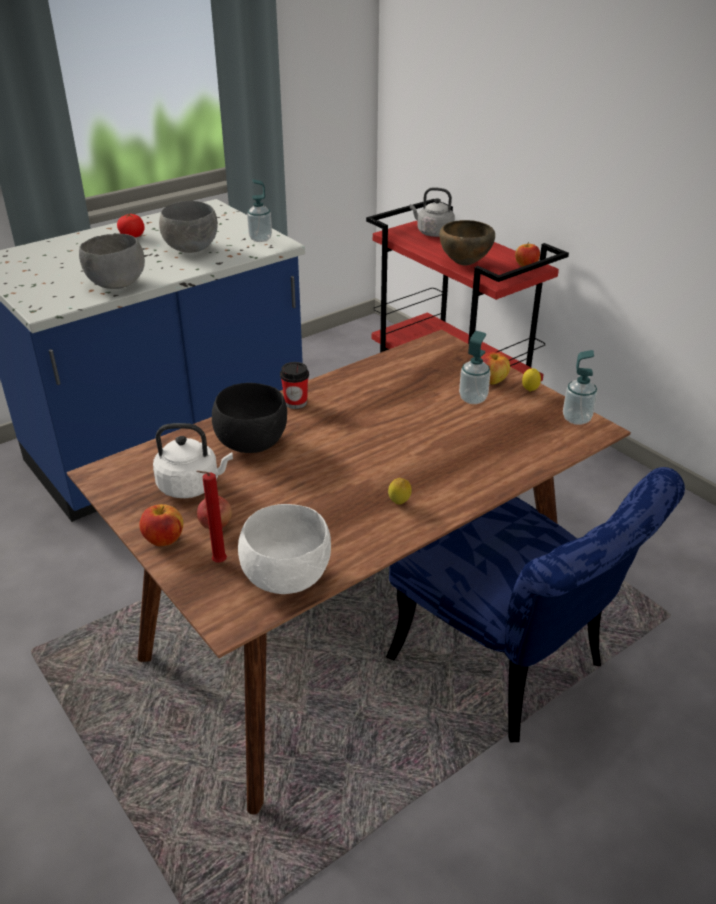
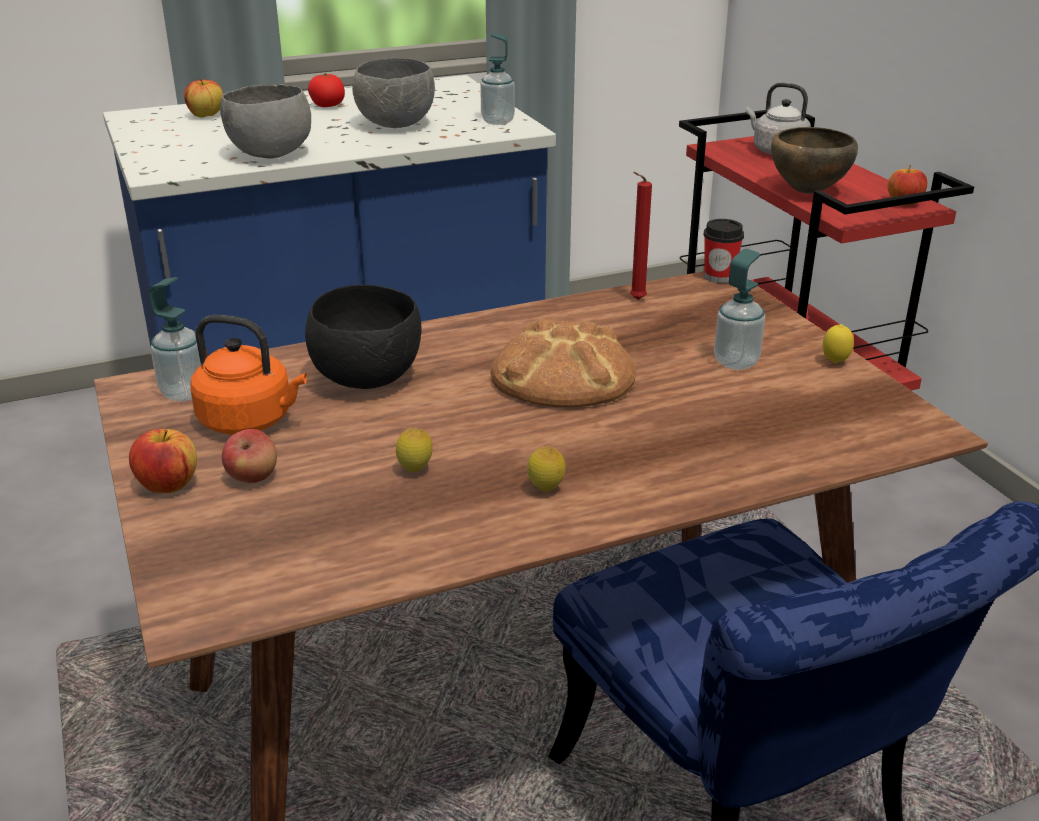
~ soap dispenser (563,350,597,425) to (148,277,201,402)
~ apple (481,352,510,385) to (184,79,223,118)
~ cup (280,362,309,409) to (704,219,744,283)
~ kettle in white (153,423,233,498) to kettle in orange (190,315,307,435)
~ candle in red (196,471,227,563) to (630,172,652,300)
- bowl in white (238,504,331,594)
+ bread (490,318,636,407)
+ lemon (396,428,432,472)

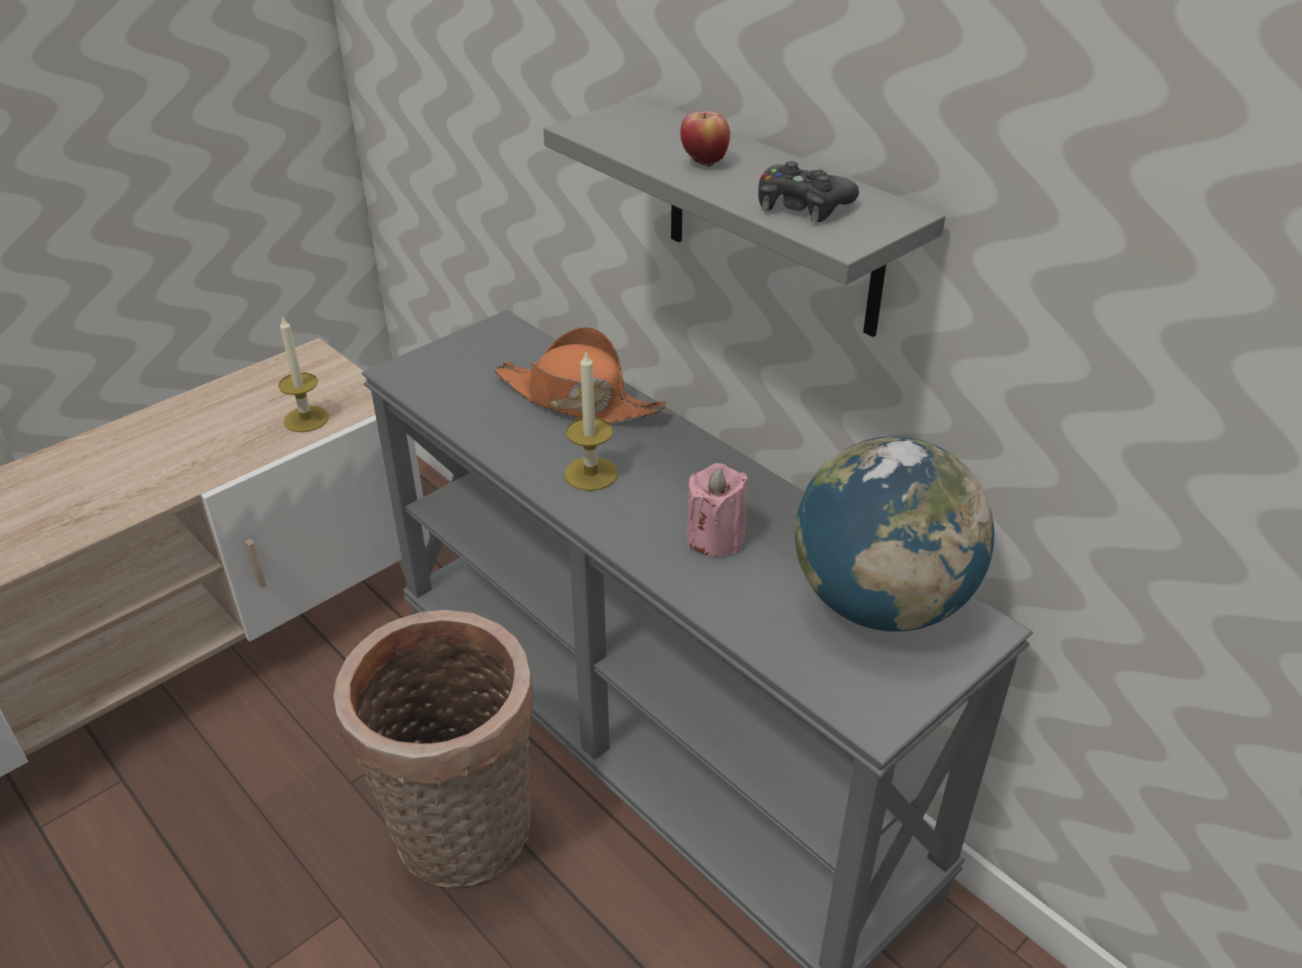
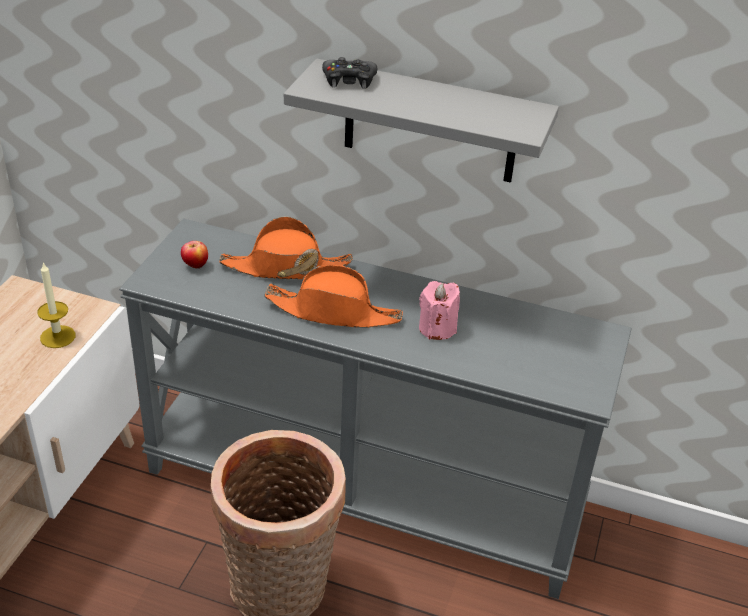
~ apple (680,111,730,167) to (181,241,208,268)
~ game controller in black (758,161,859,222) to (322,57,377,89)
~ candle (564,352,618,491) to hat in orange (264,265,403,328)
- globe (795,436,994,632)

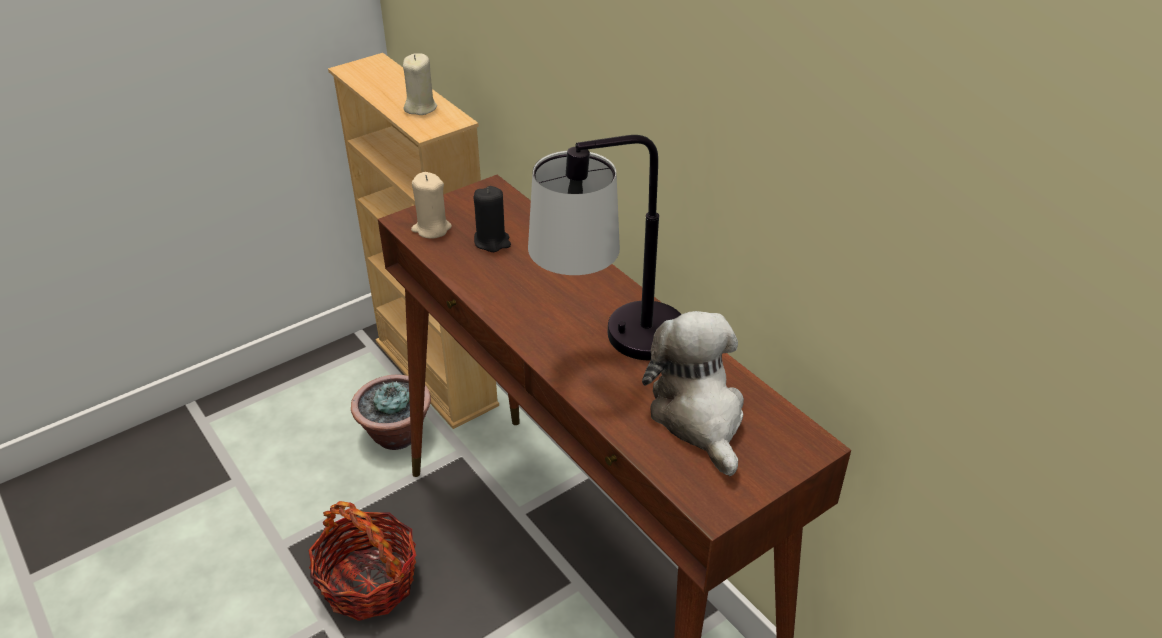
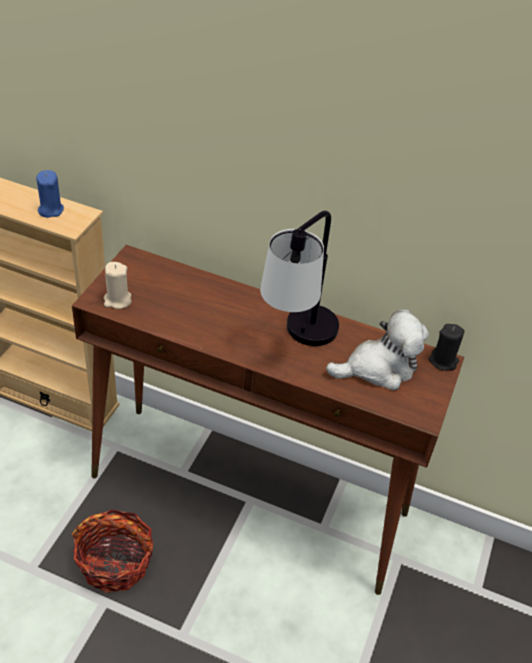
~ candle in beige (403,53,437,115) to candle in blue (36,170,64,218)
~ candle in black (474,186,511,252) to (429,324,464,370)
~ plush toy (642,311,744,476) = (326,309,429,390) 120 degrees clockwise
- potted plant (351,375,431,450)

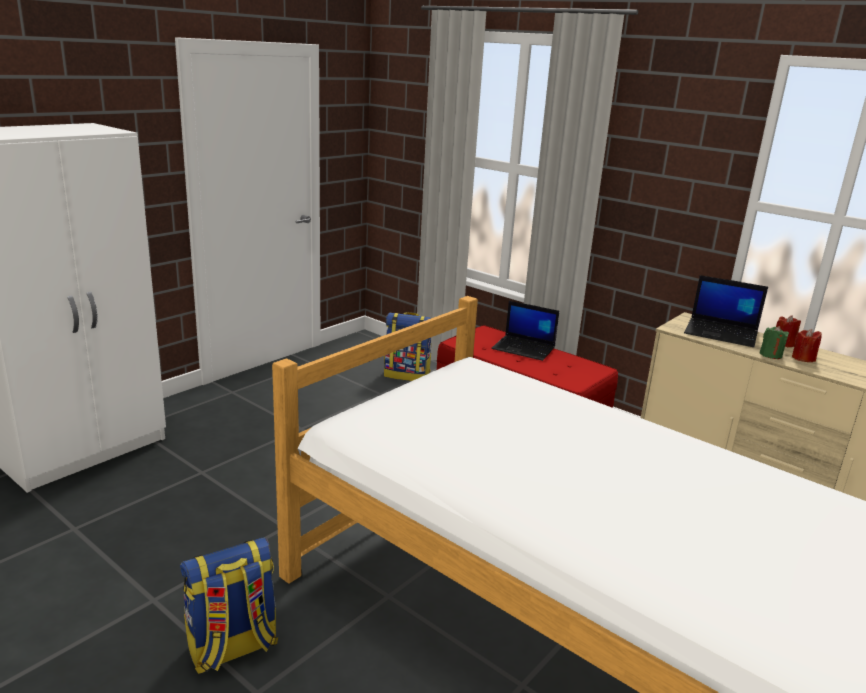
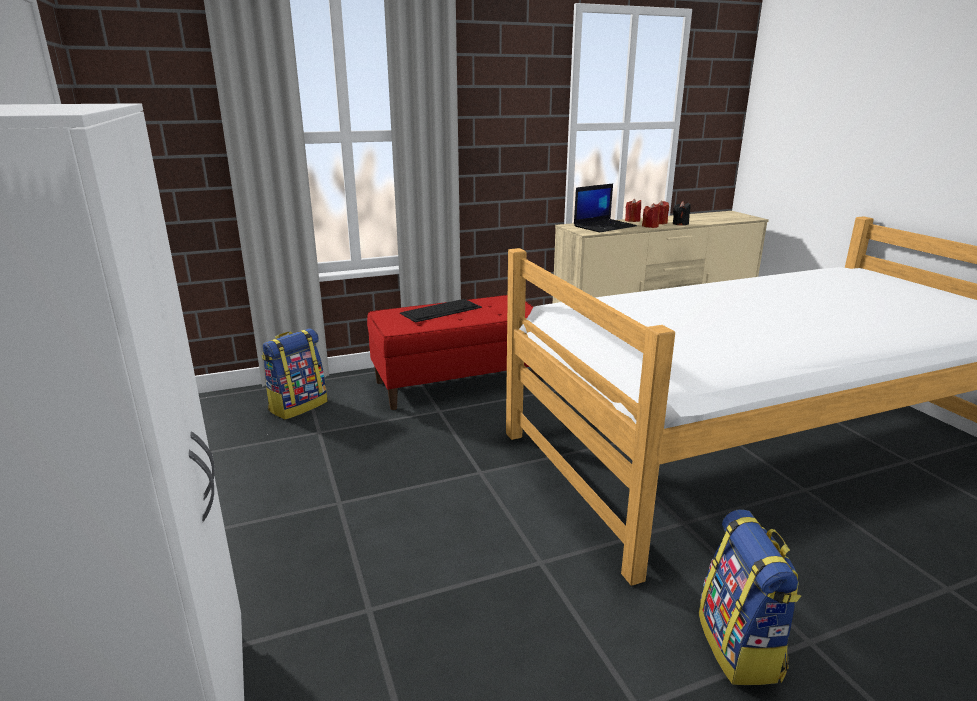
~ laptop (491,301,559,361) to keyboard (400,299,482,323)
~ candle in green (760,326,789,359) to candle in red (642,203,661,228)
+ candle in black (673,201,690,225)

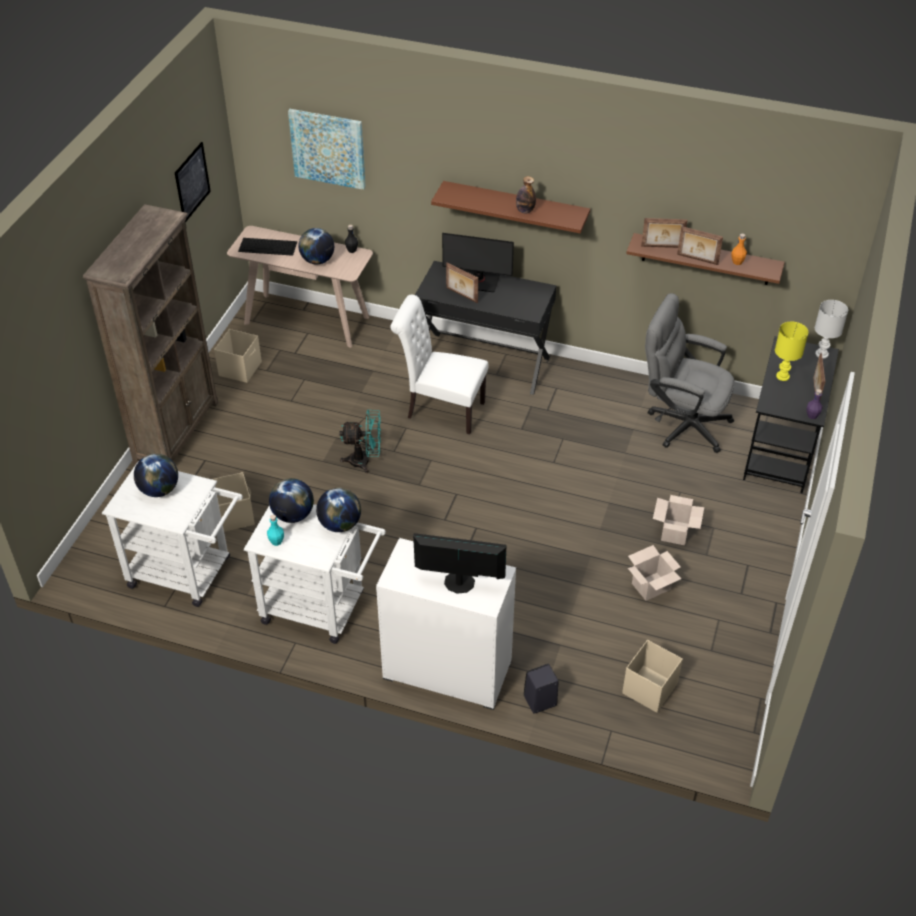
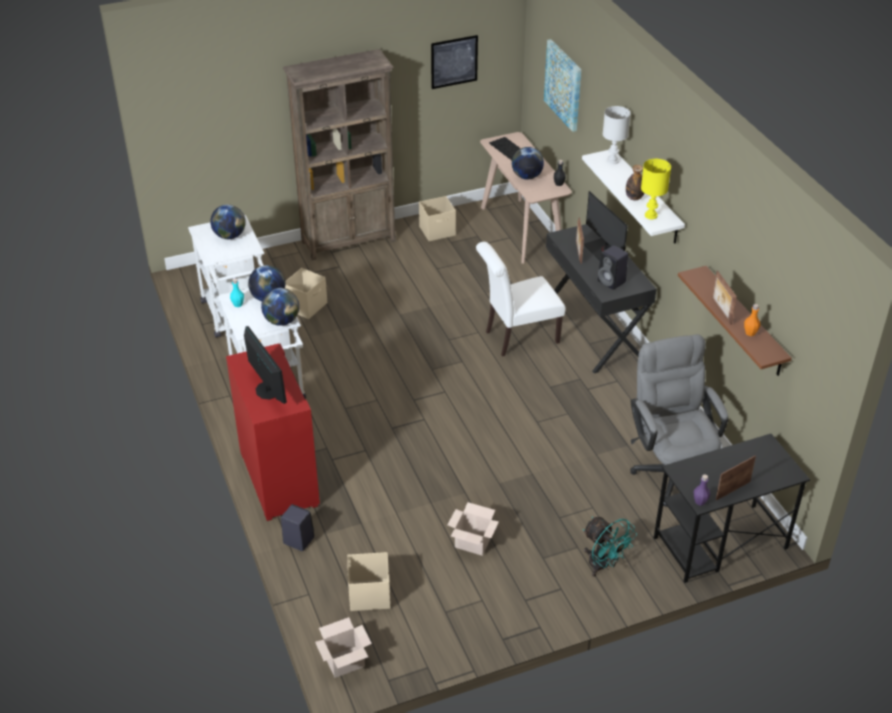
~ shelf in brown (431,181,590,234) to shelf in white (582,150,685,244)
- picture frame (641,218,688,248)
~ chair in white (390,295,488,434) = (476,242,565,357) 90 degrees counterclockwise
~ table lamp in white (815,300,848,359) to (603,106,631,164)
~ table lamp in yellow (775,321,808,381) to (641,159,671,219)
~ fan in turquoise (339,410,381,473) to (583,517,637,577)
~ cardboard box (653,495,704,545) to (315,617,372,678)
~ cabinet in white (376,538,516,710) to cabinet in red (226,344,320,521)
+ speaker in black (598,245,628,290)

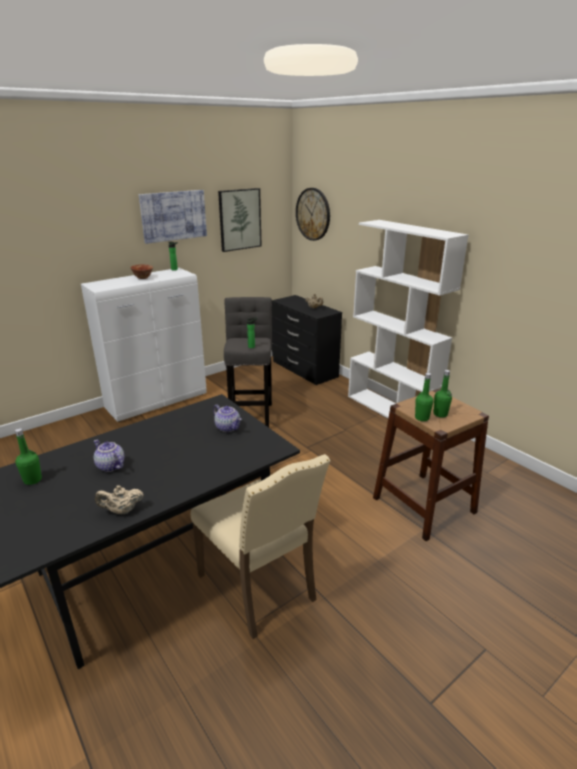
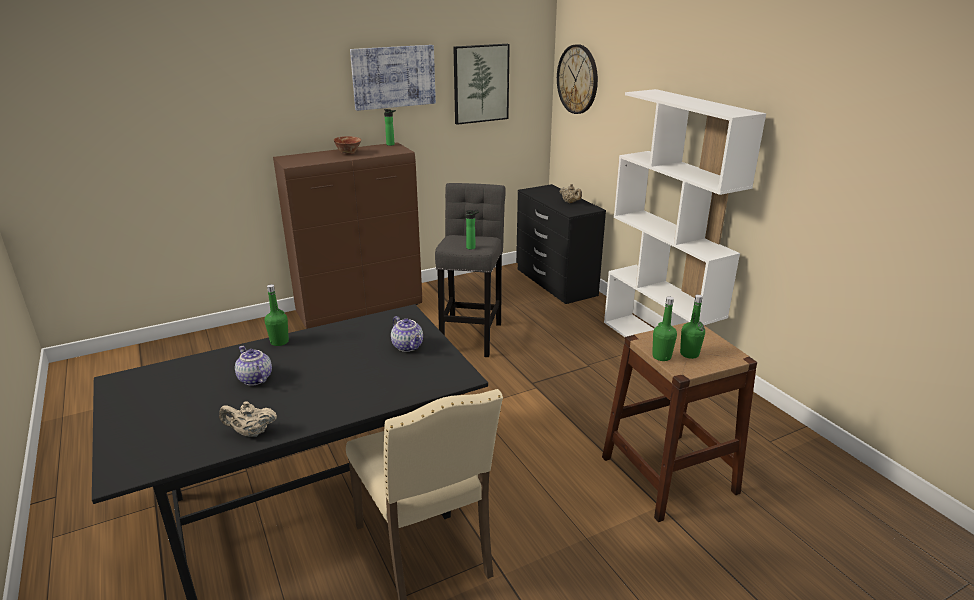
~ cabinet in white (81,268,206,422) to cabinet in brown (273,142,422,329)
~ bottle in green (15,428,42,485) to (264,284,289,346)

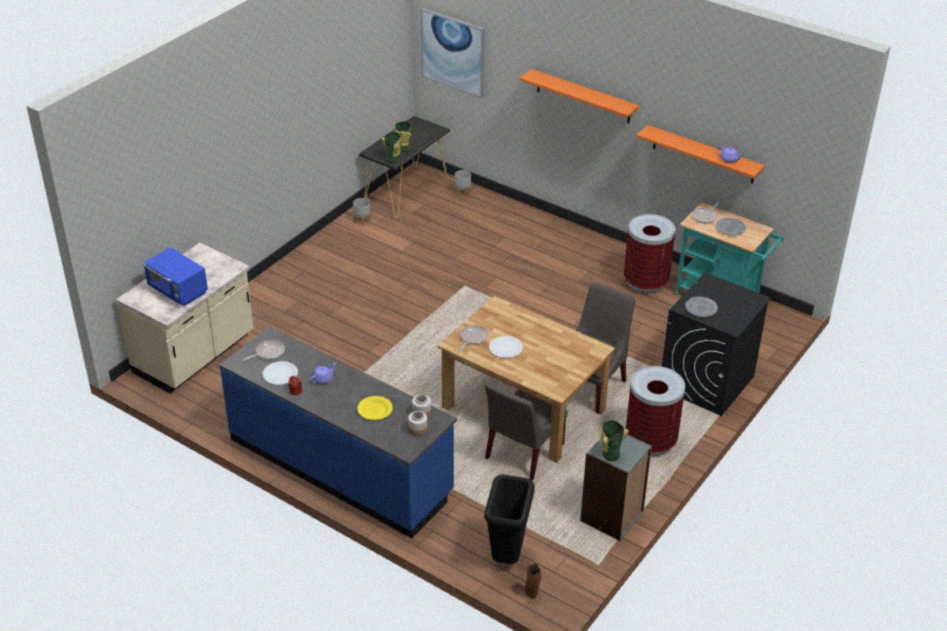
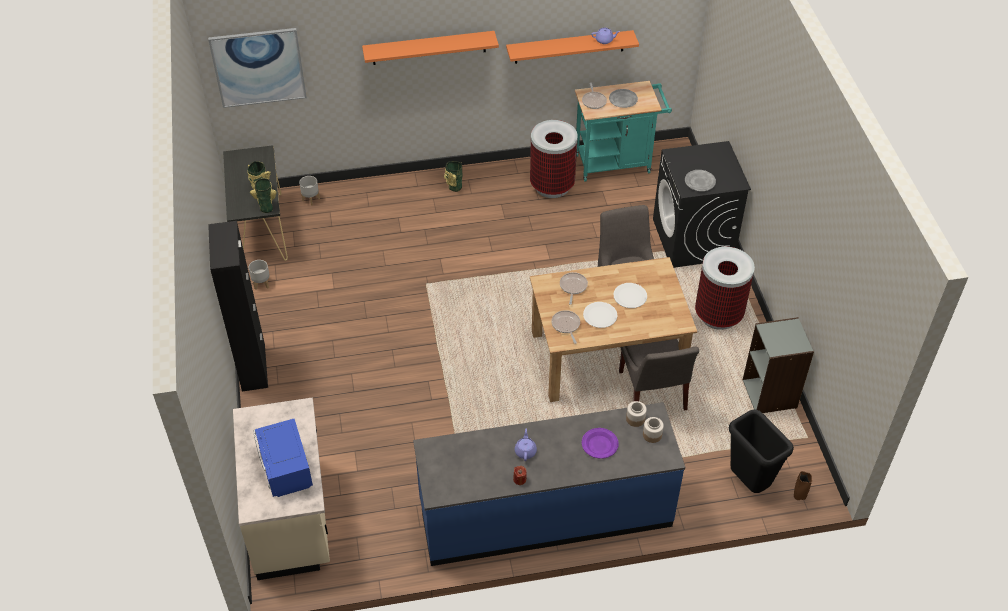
~ microwave in blue (143,247,208,306) = (254,419,313,497) 75 degrees clockwise
~ frying pan (243,340,285,361) to (560,272,588,305)
~ plate in white (263,361,298,385) to (613,283,647,308)
~ plate in yellow (357,396,393,420) to plate in purple (582,428,619,459)
~ vase (601,420,629,461) to (444,161,463,192)
+ cabinet in black (208,221,268,391)

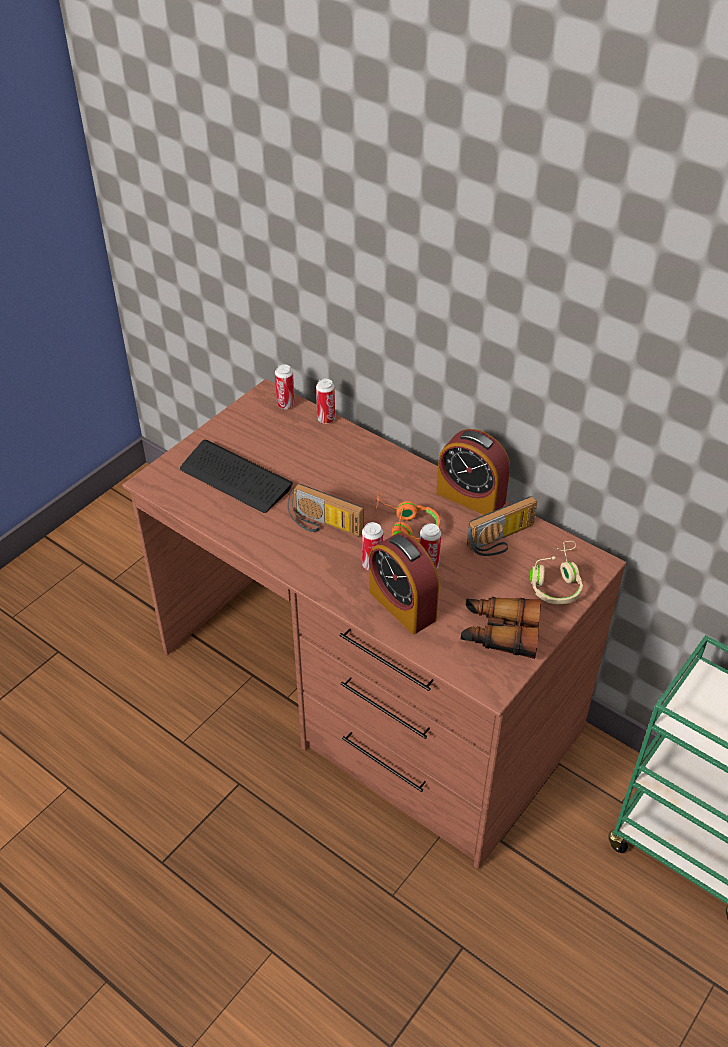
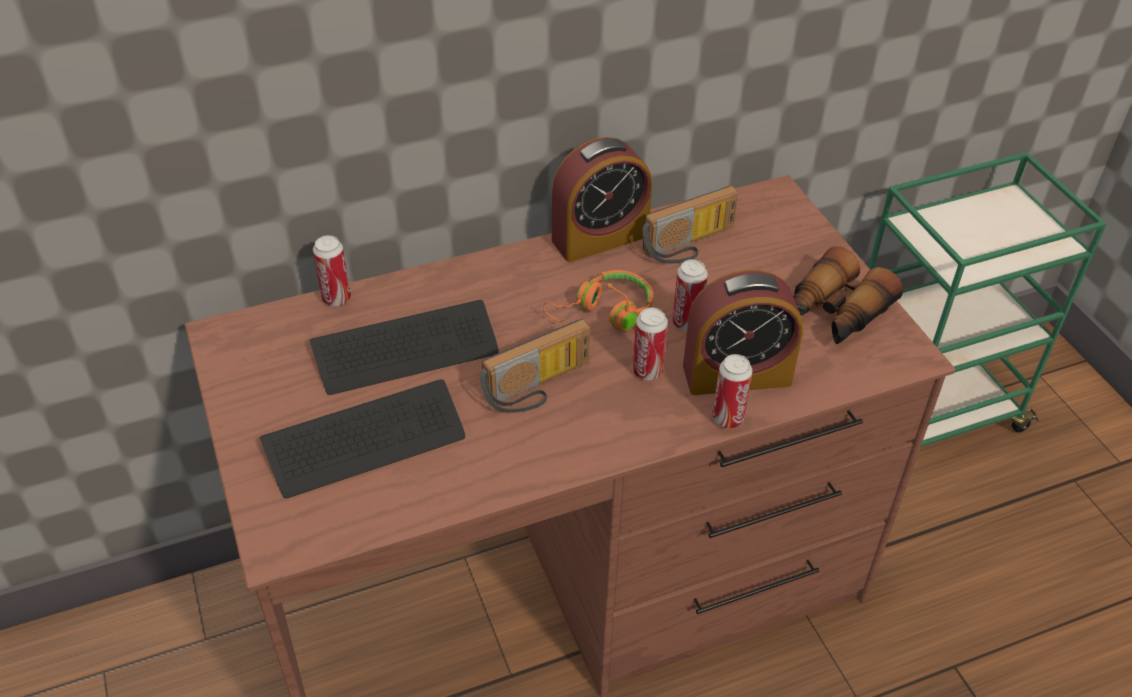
~ can (275,364,295,409) to (712,354,752,429)
~ radio (467,496,537,556) = (643,185,739,264) 60 degrees clockwise
- headphones in beige (530,541,583,604)
+ keyboard (309,300,499,395)

